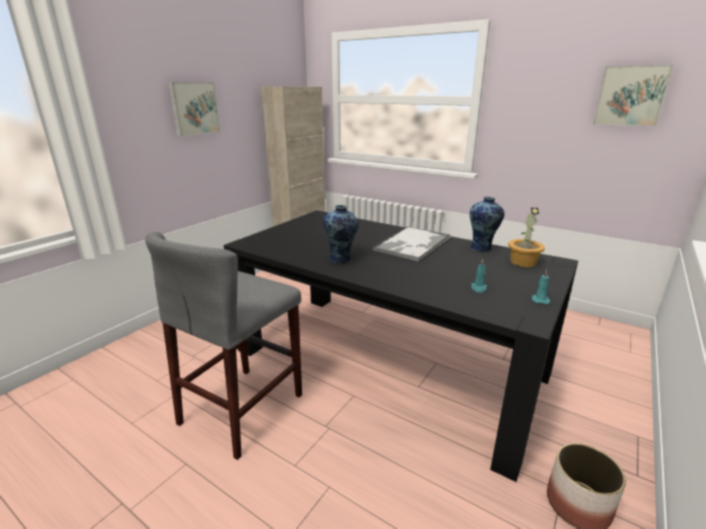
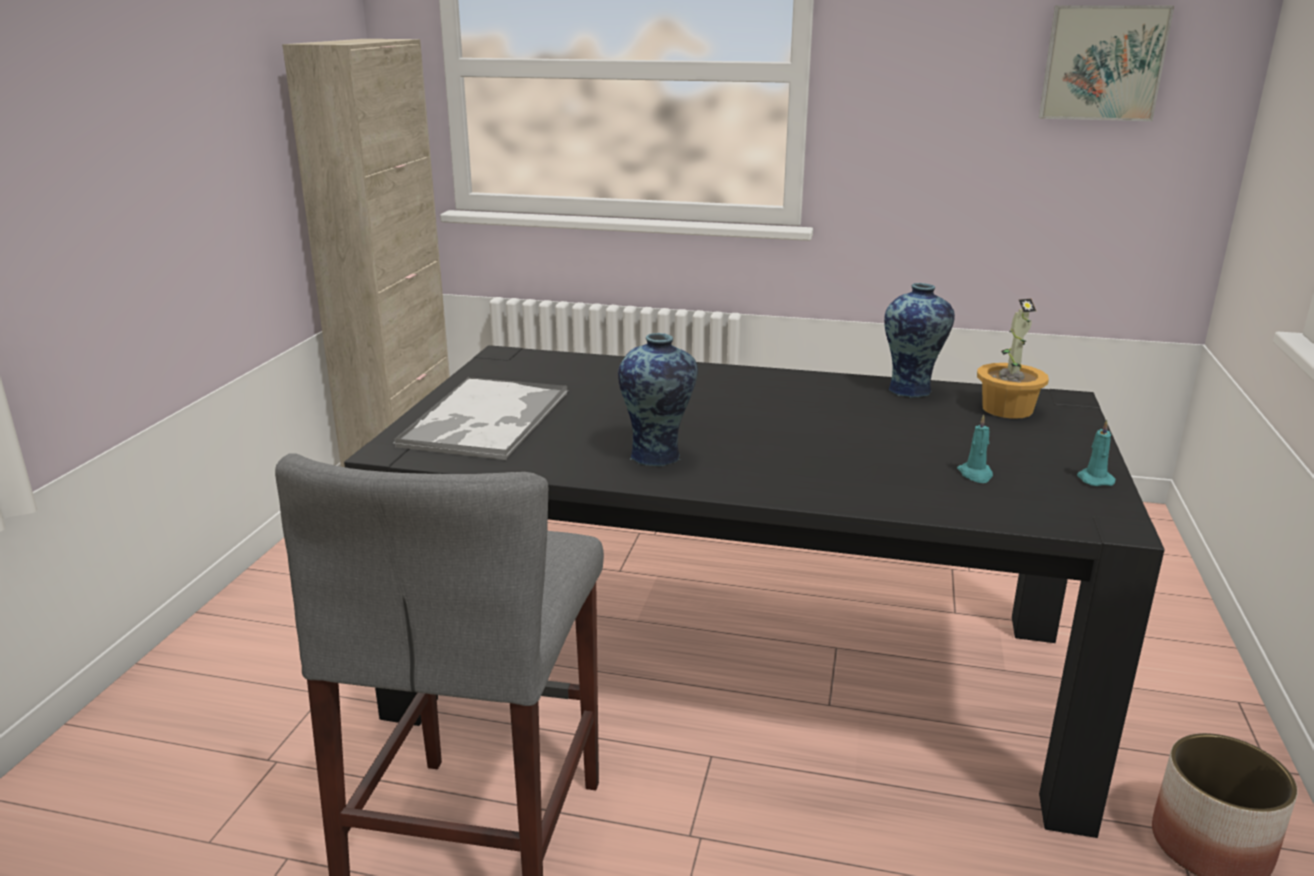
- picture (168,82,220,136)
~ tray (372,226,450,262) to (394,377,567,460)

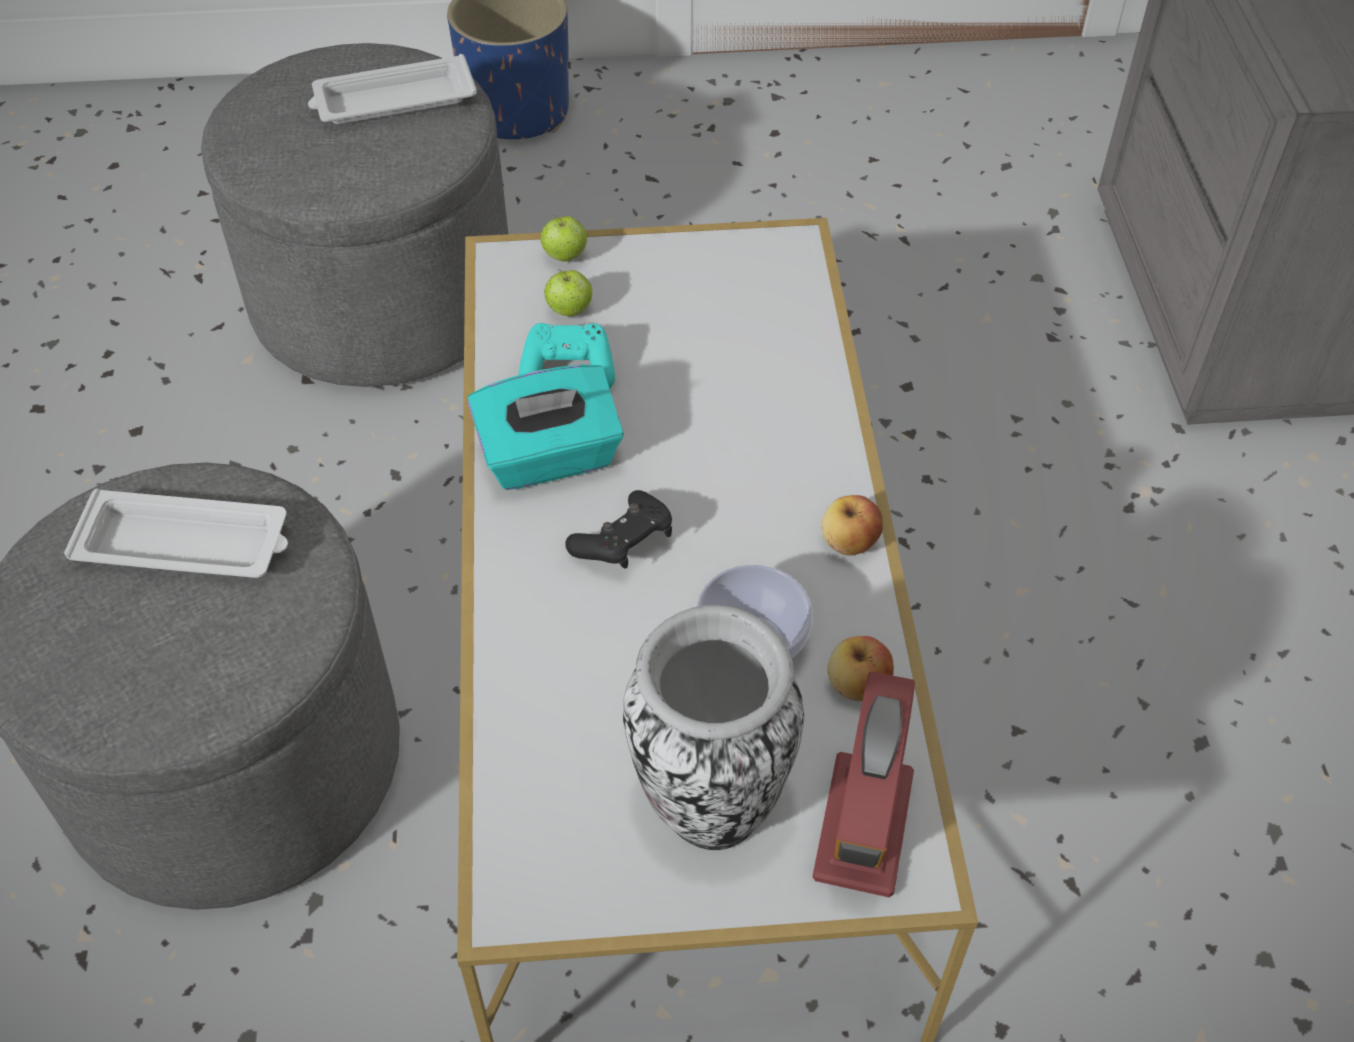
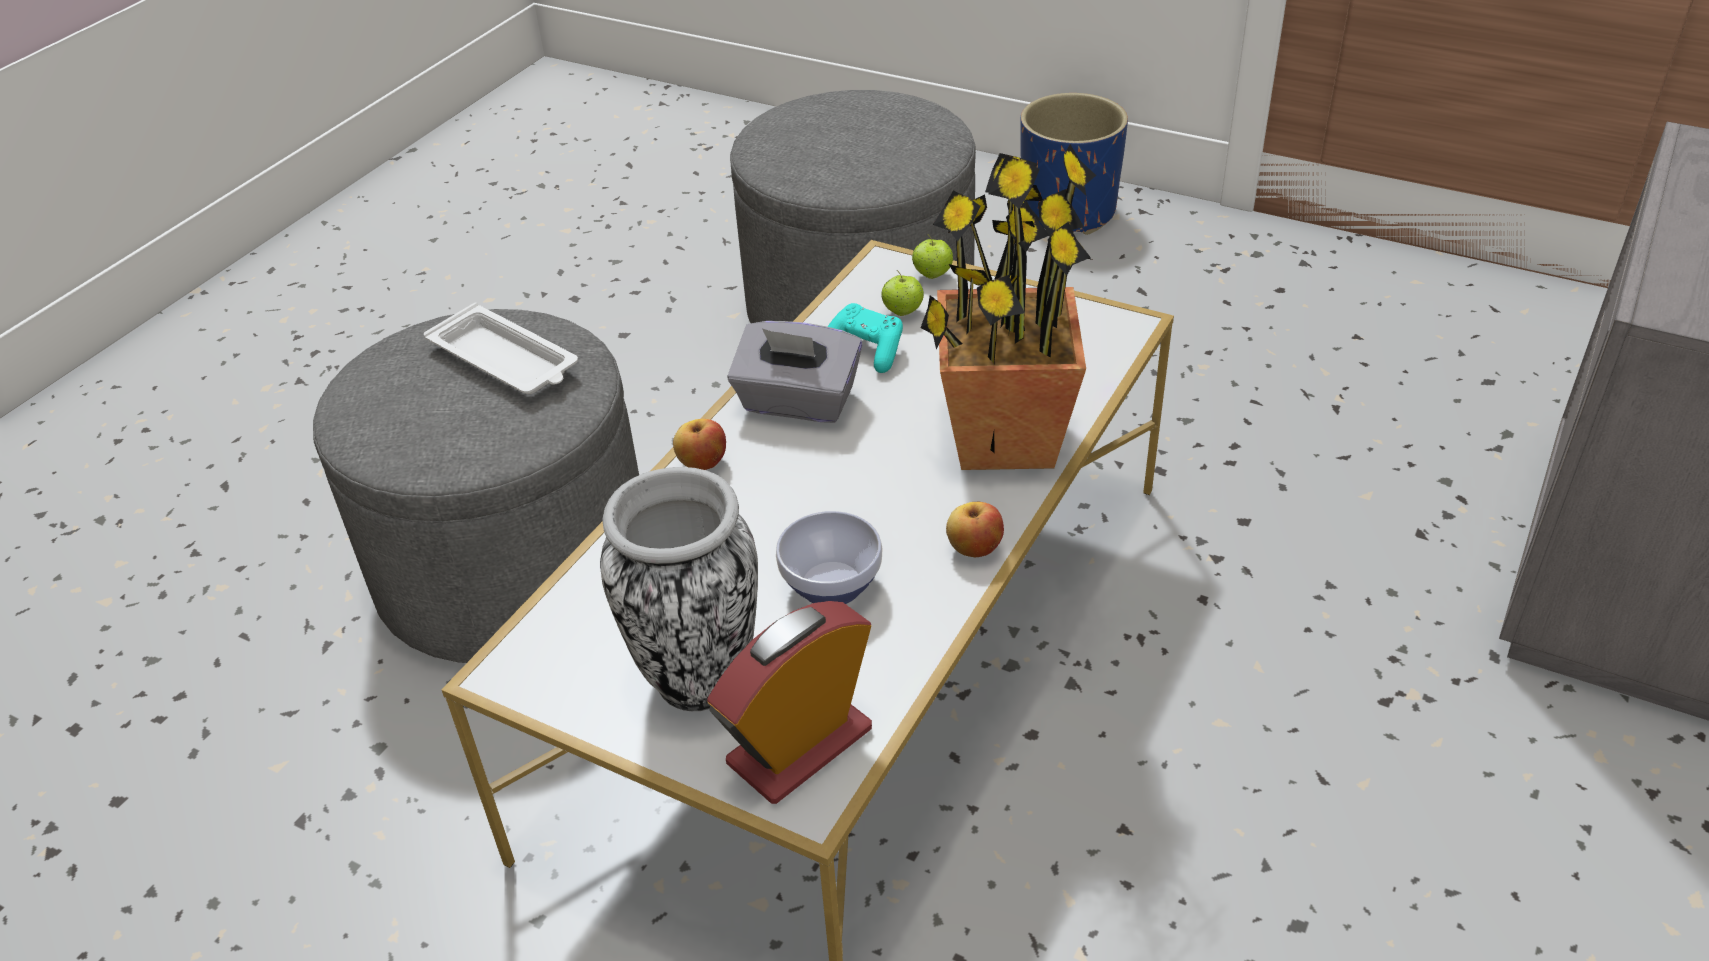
- tray in white (308,54,477,124)
~ tissue box in turquoise (468,364,624,490) to tissue box in grey (727,321,862,423)
- game controller in black (565,490,672,568)
~ apple (827,636,894,701) to (673,419,726,470)
+ potted plant (921,144,1096,470)

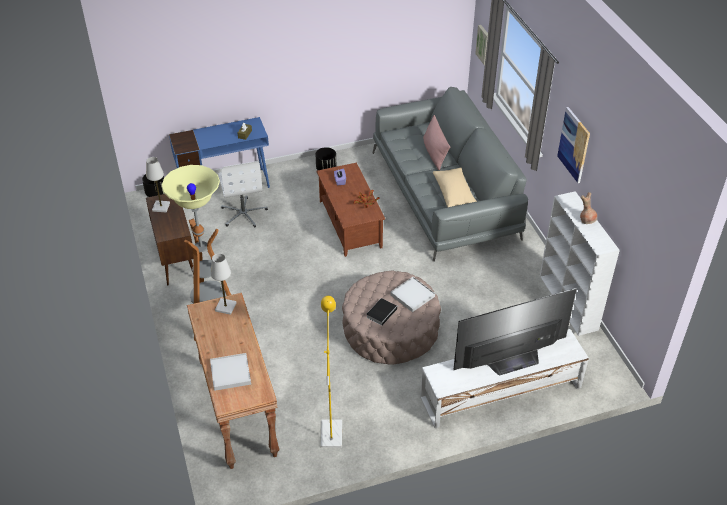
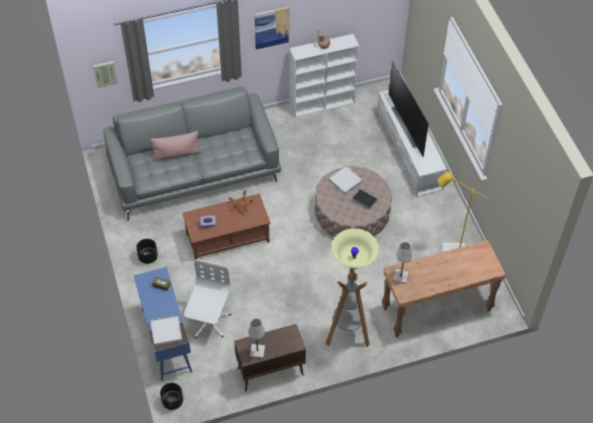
~ office chair in white (219,161,268,228) = (184,259,231,338) 60 degrees counterclockwise
- pillow in beige (433,167,477,207)
~ tray in white (210,353,251,391) to (150,315,182,346)

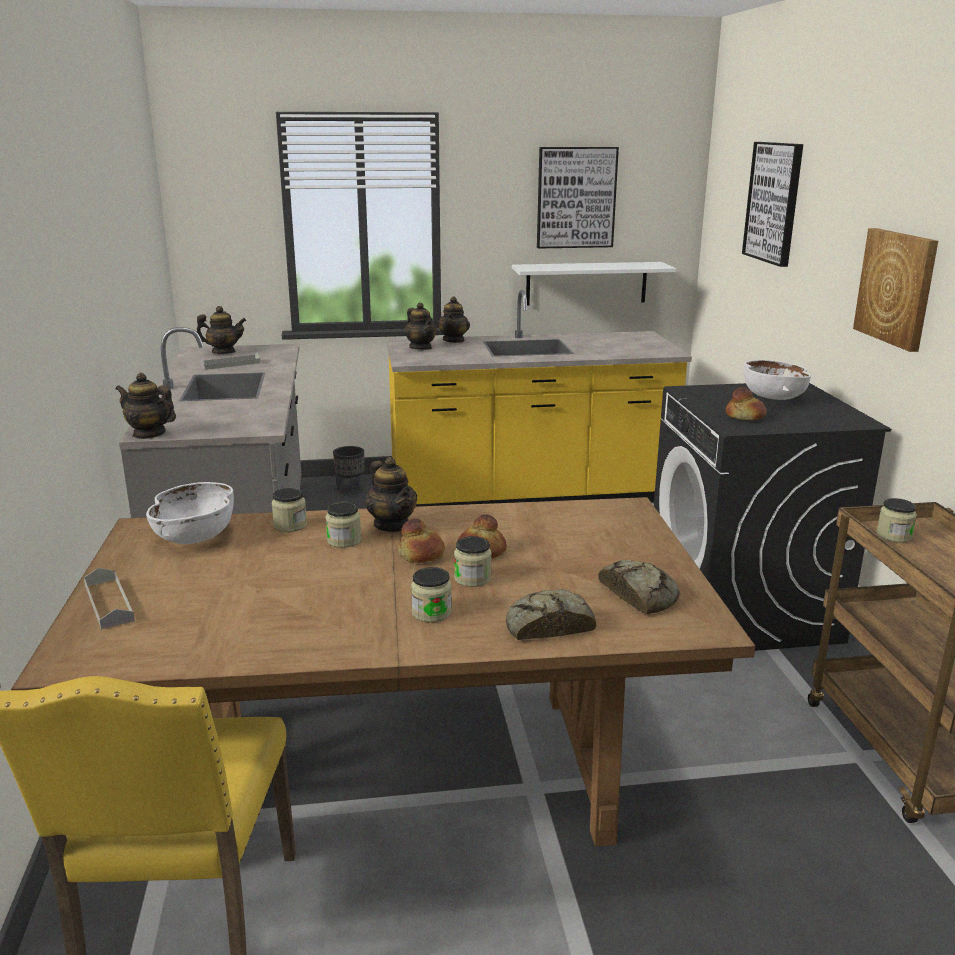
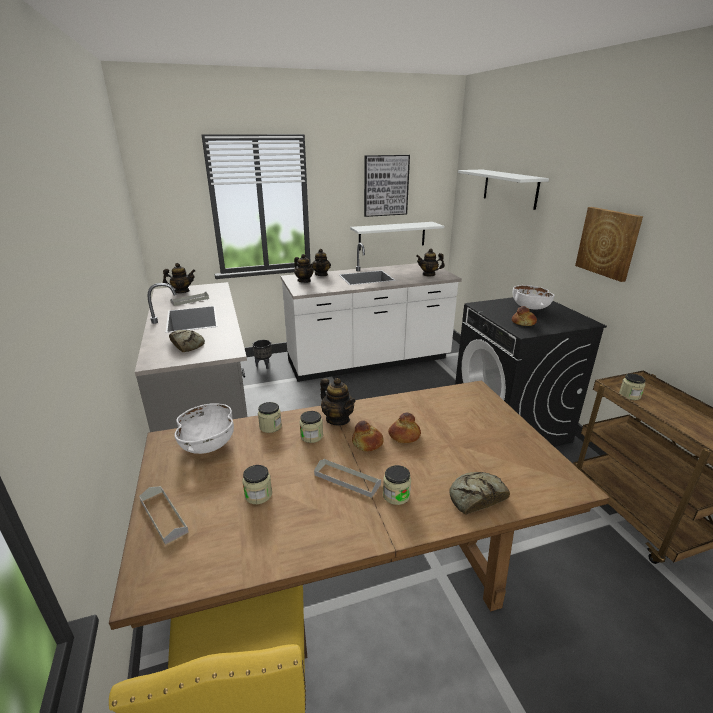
~ picture (742,142,803,267) to shelf in white (458,170,549,210)
~ counter in yellow (386,290,692,507) to counter in white (281,243,462,382)
~ teapot (115,373,176,439) to (416,248,445,276)
~ jar (454,536,492,587) to (242,465,272,504)
~ bread (598,560,680,614) to (169,330,205,352)
+ tray in grey (314,459,381,498)

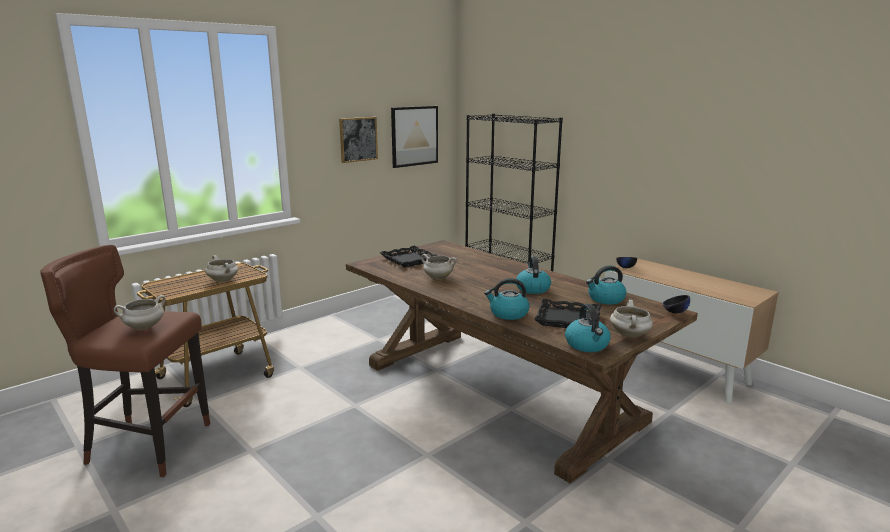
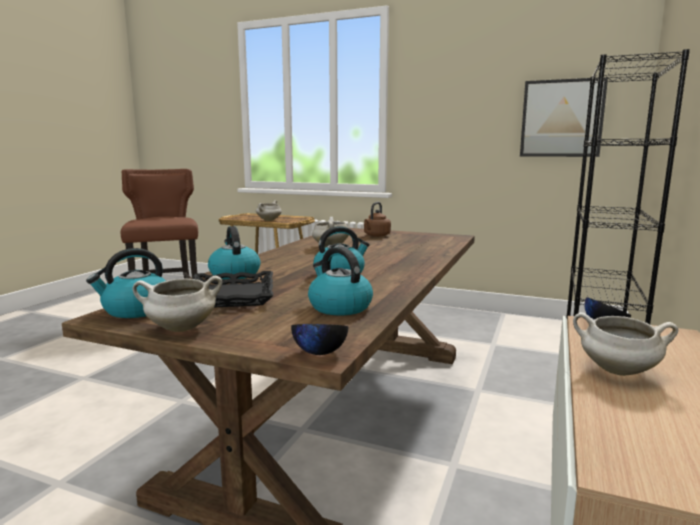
- picture (339,117,378,163)
~ tray in black (380,246,438,268) to kettle in brown (364,202,391,237)
~ cooking pot in white (114,295,166,330) to (573,312,678,376)

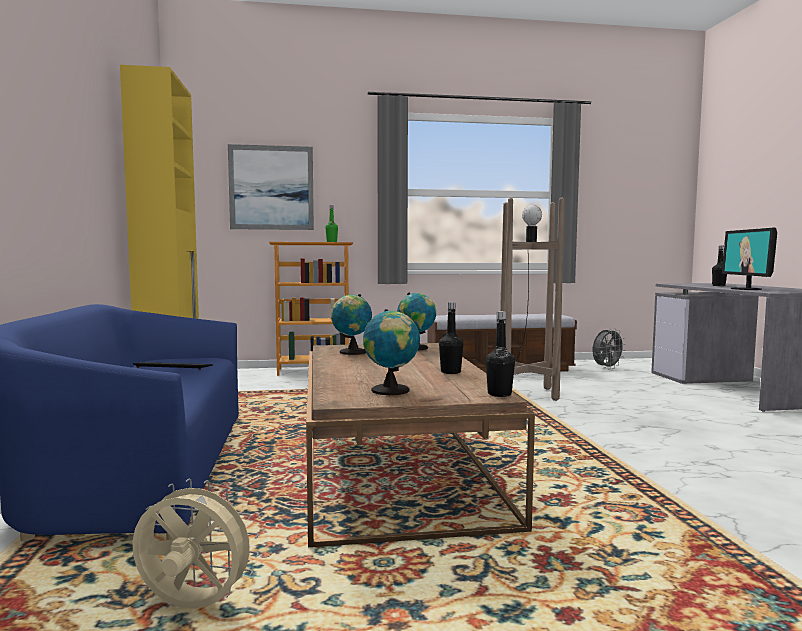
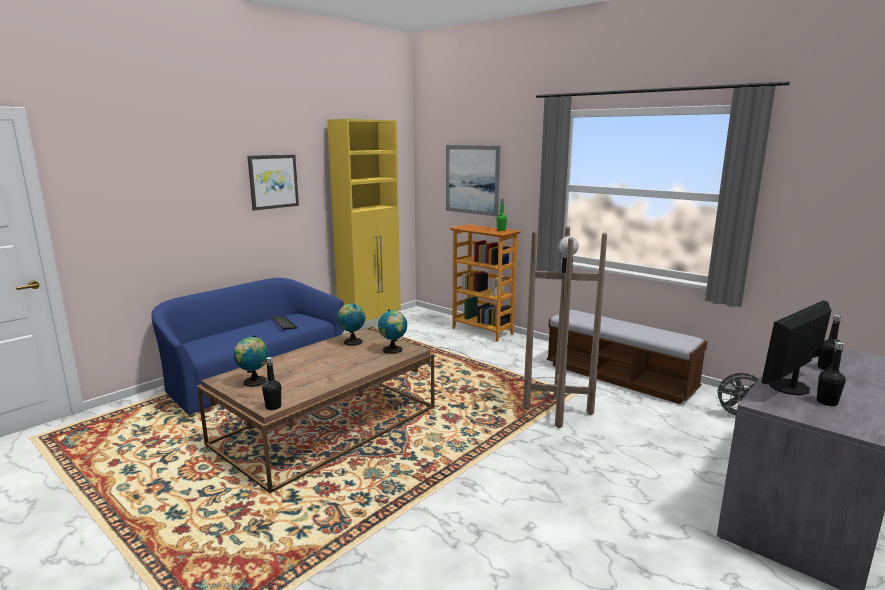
~ bottle in black (439,302,464,374) to (817,342,846,406)
- fan in beige (132,479,259,609)
+ picture (247,154,299,211)

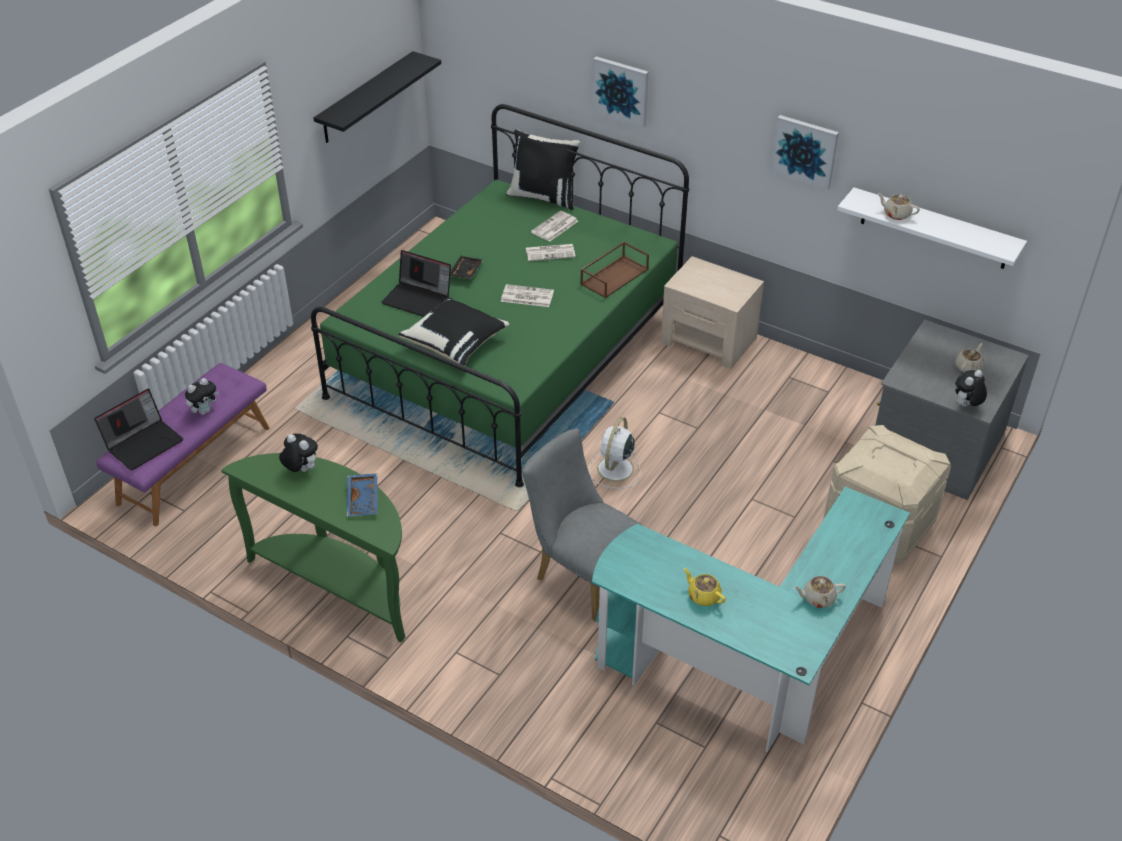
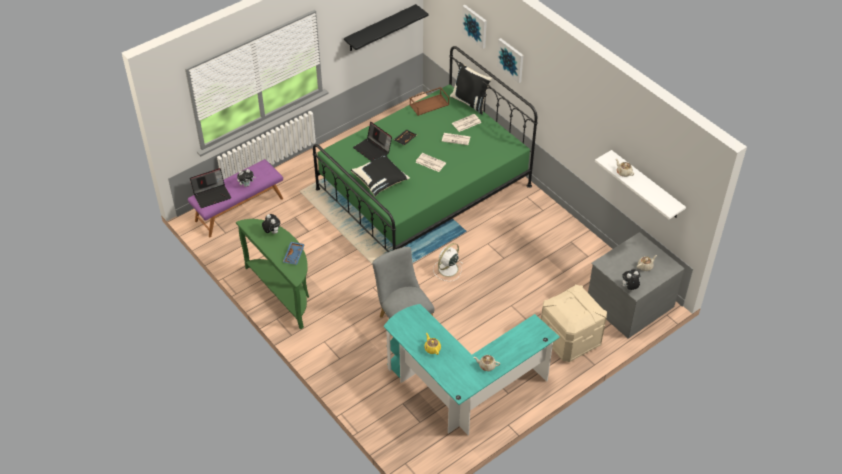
~ picture (771,115,839,190) to (462,5,487,49)
~ tray in brown (580,241,649,298) to (410,87,449,116)
- nightstand in beige (661,256,764,369)

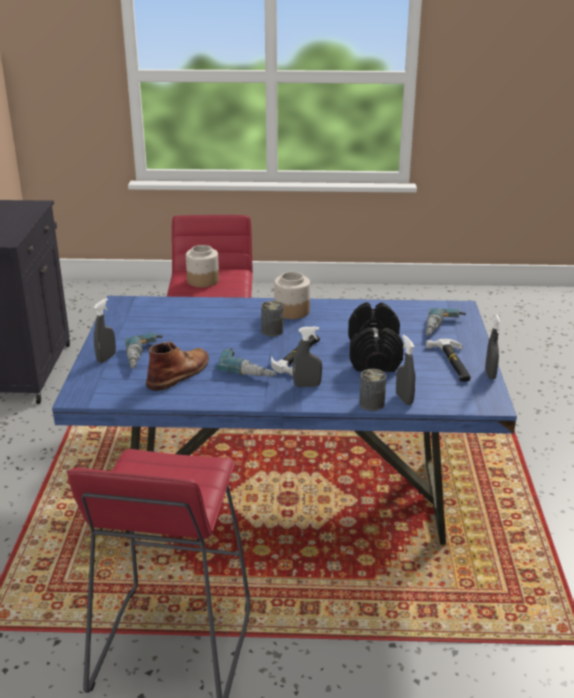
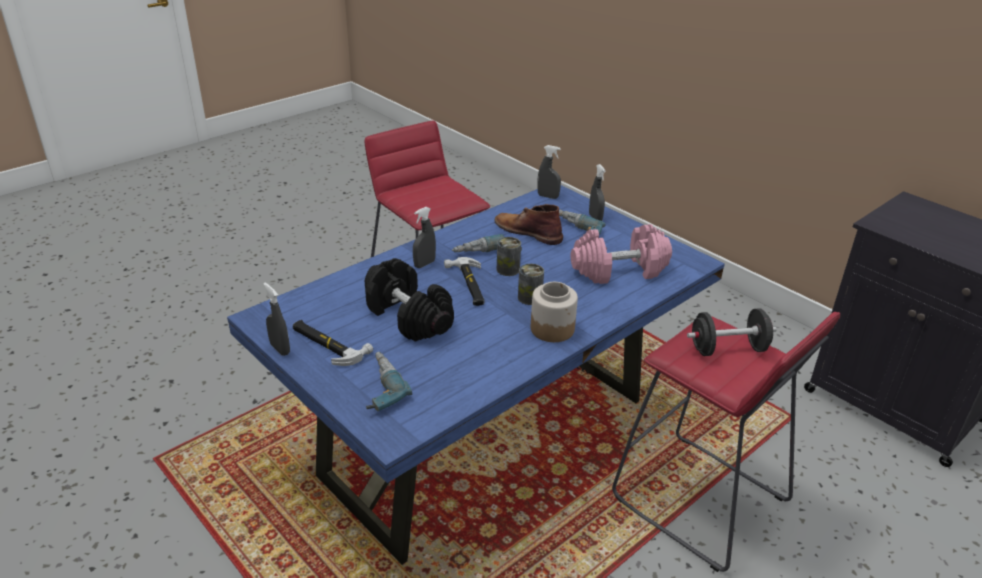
~ jar (186,245,219,287) to dumbbell in black (687,308,777,356)
~ spray bottle in grey (396,335,416,405) to (537,145,561,199)
~ boot in brown (146,341,209,391) = (494,204,563,245) 135 degrees clockwise
~ can (359,369,386,411) to (497,237,521,276)
+ dumbbell in pink (571,224,672,284)

